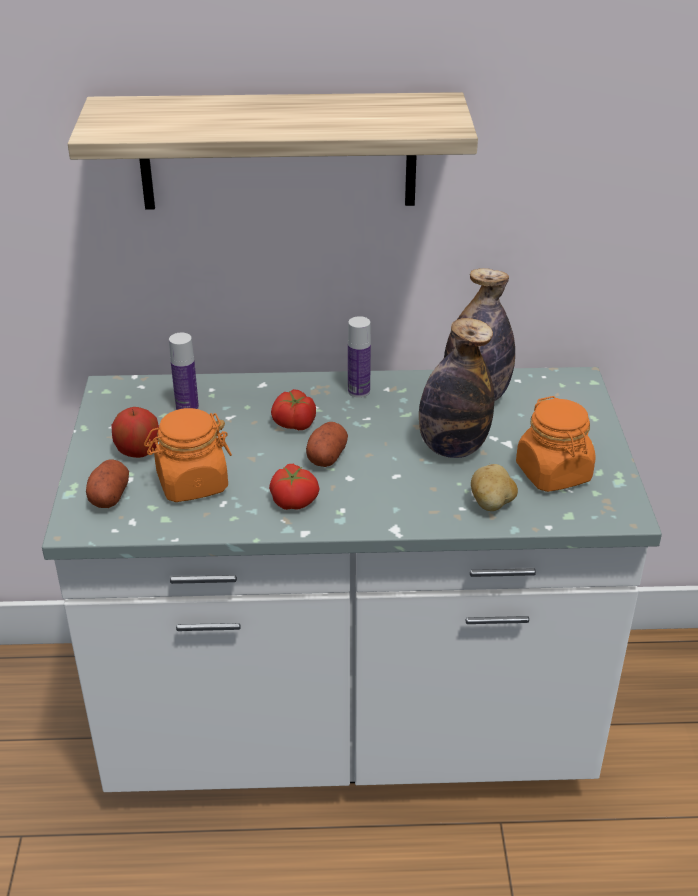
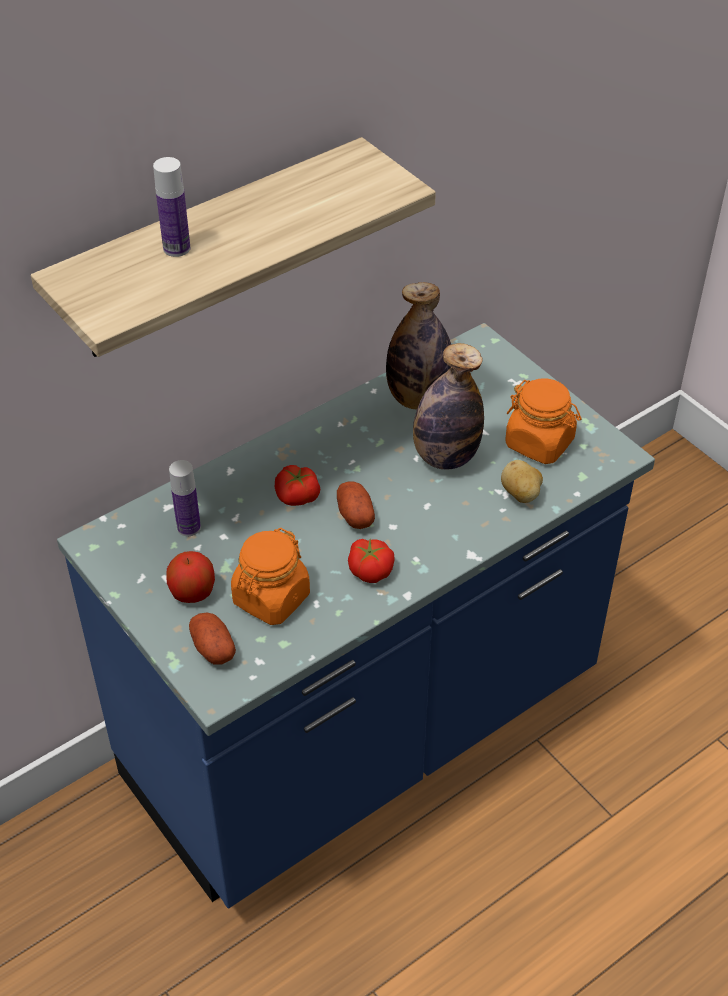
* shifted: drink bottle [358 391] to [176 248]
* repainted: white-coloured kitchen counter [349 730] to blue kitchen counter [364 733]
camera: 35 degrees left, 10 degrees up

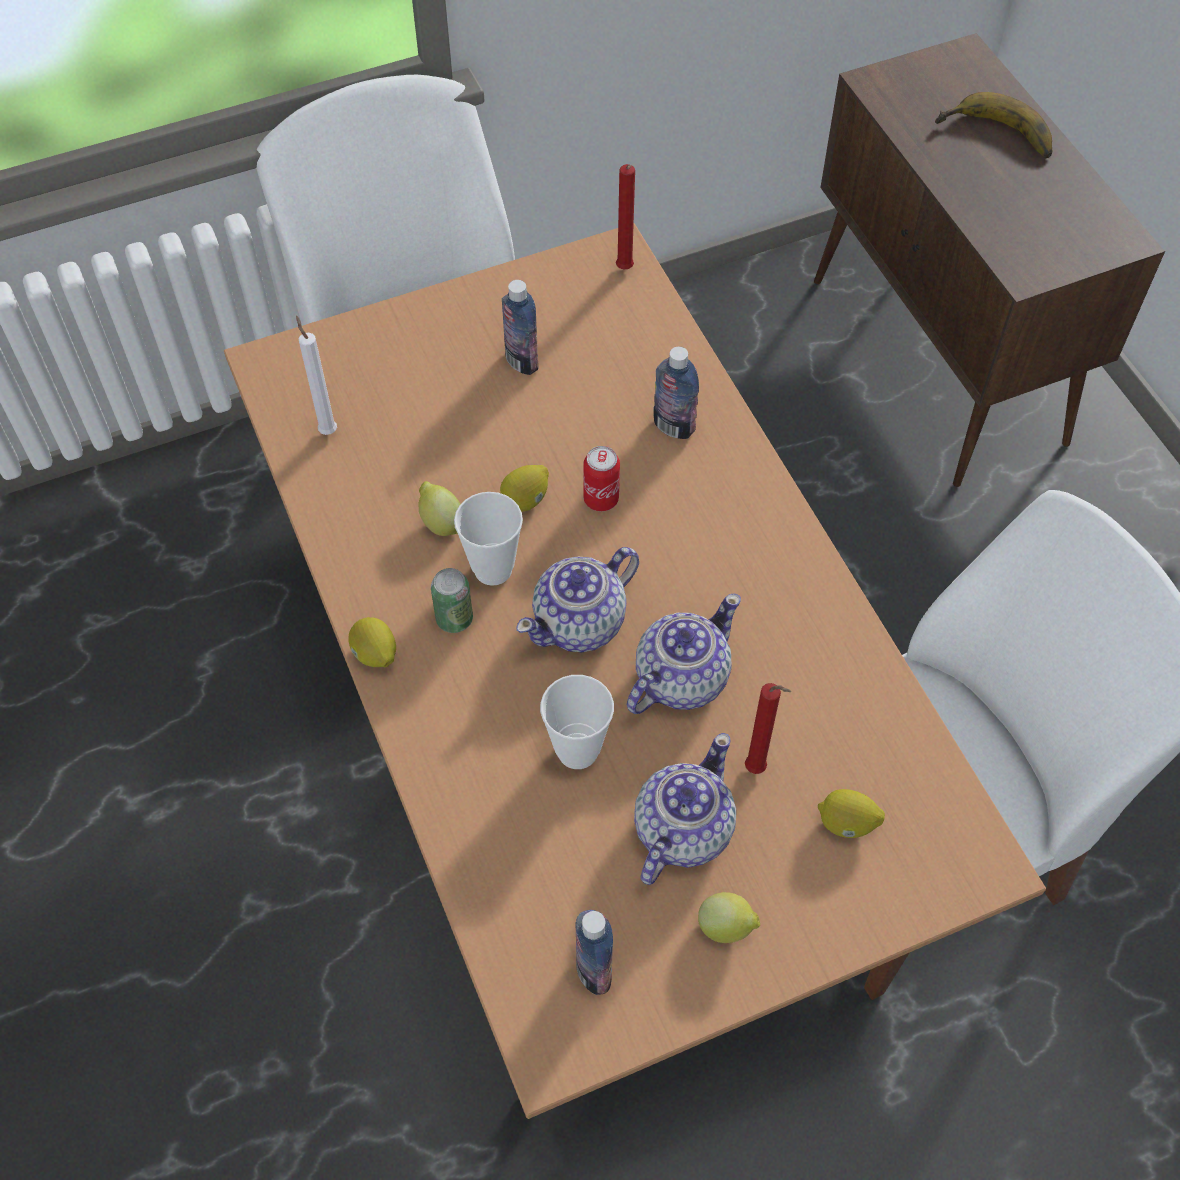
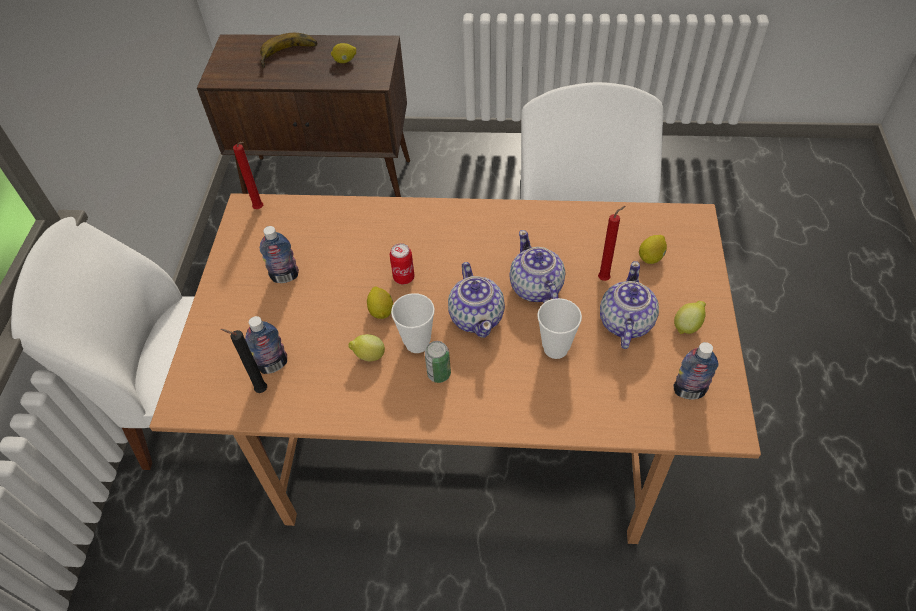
* shifted: citrus fruit [375 654] to [345 61]
* shifted: drink bottle [673 426] to [273 365]
* repainted: white-coloured candle [327 430] to blackish candle [259 390]
* rotated: teapot [681 831] = [625 323] 45 degrees clockwise
camera: 60 degrees left, 5 degrees down

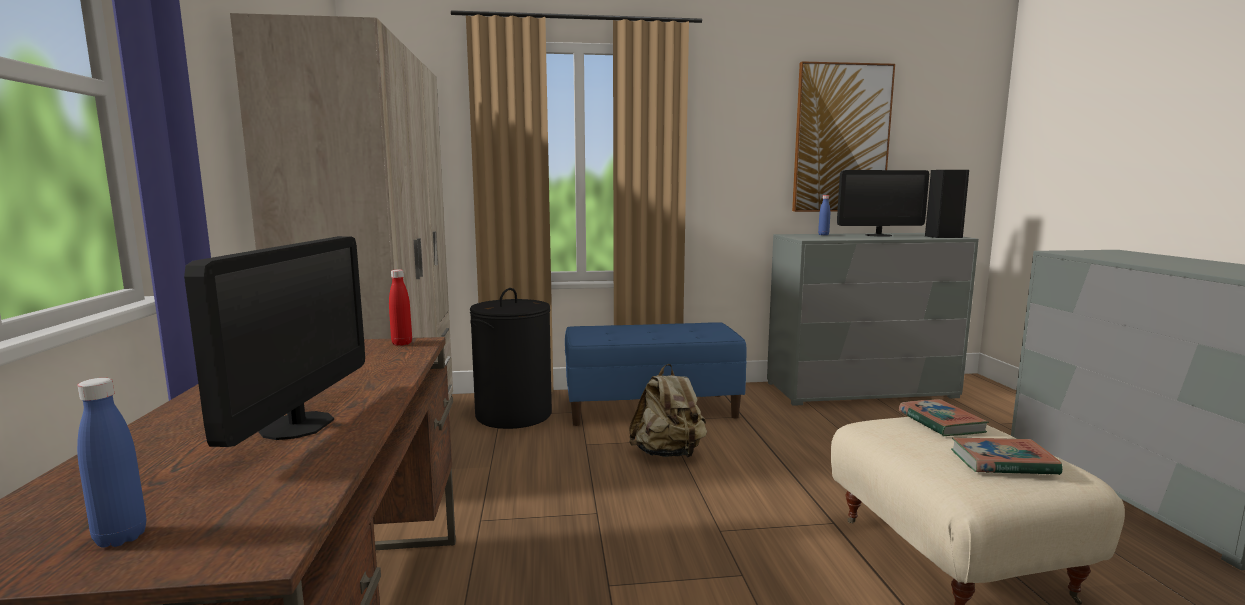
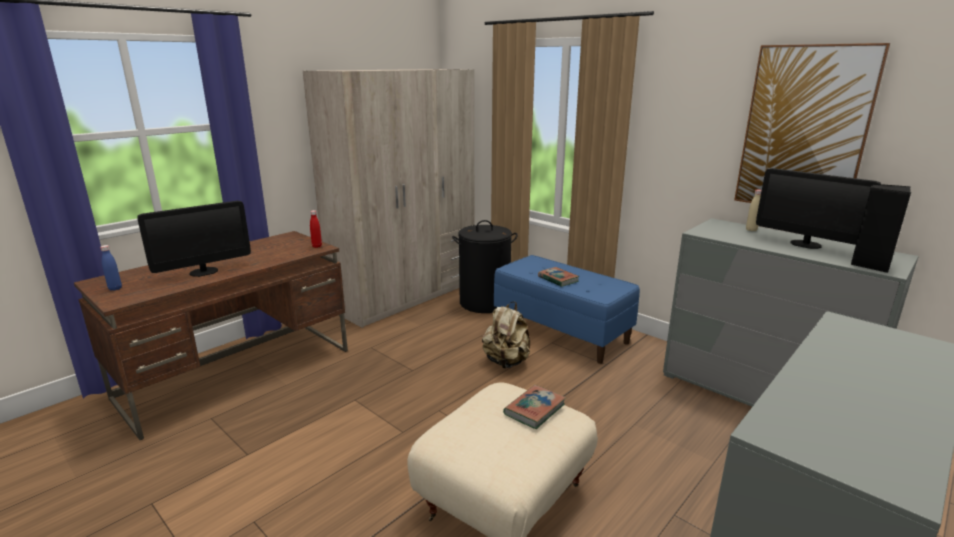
* shifted: volume [1003 462] to [558 279]
* repainted: blue drink bottle [823 234] to beige drink bottle [751 230]
camera: 50 degrees right, 10 degrees up

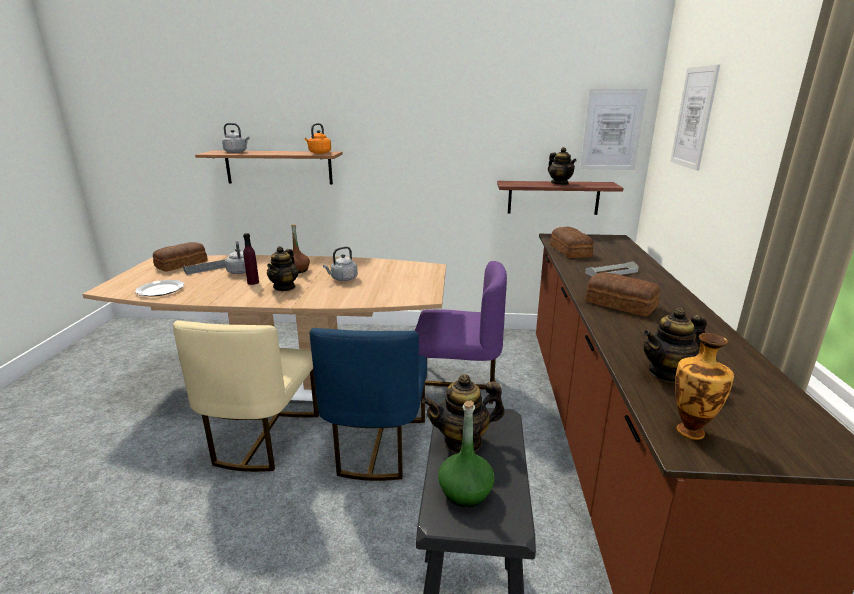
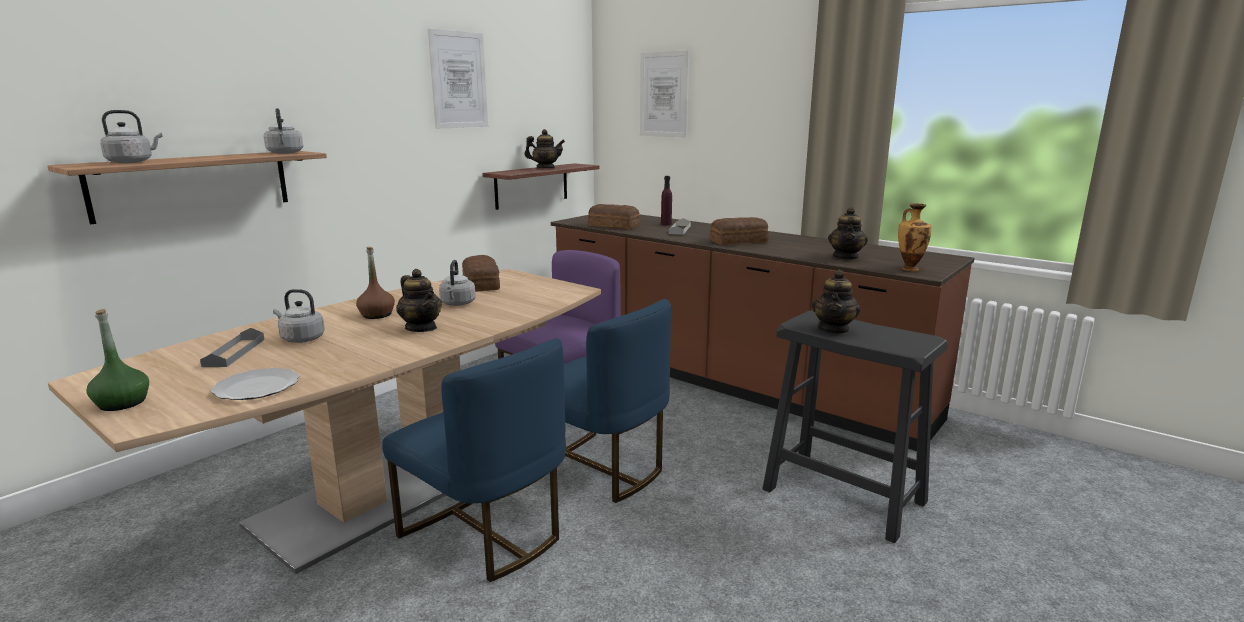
* shifted: baked bread [182 264] to [482 283]
* shifted: purplish drink bottle [253 282] to [666 224]
* shifted: greenish drink bottle [465 492] to [122 403]
* shifted: wall picture [612 130] to [458 80]
* repainted: beige plain chair [261 438] to blue plain chair [485 534]
* repainted: orange water kettle [319 153] to greyish water kettle [285 153]
camera: 55 degrees left, 5 degrees down

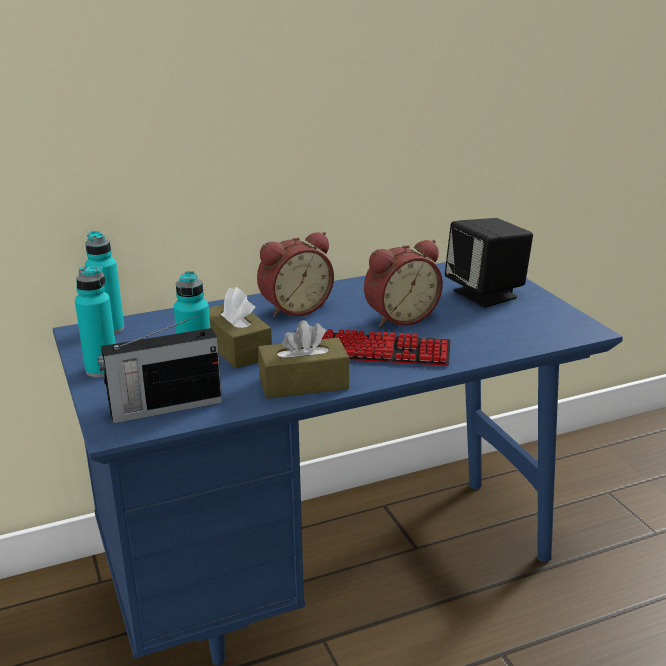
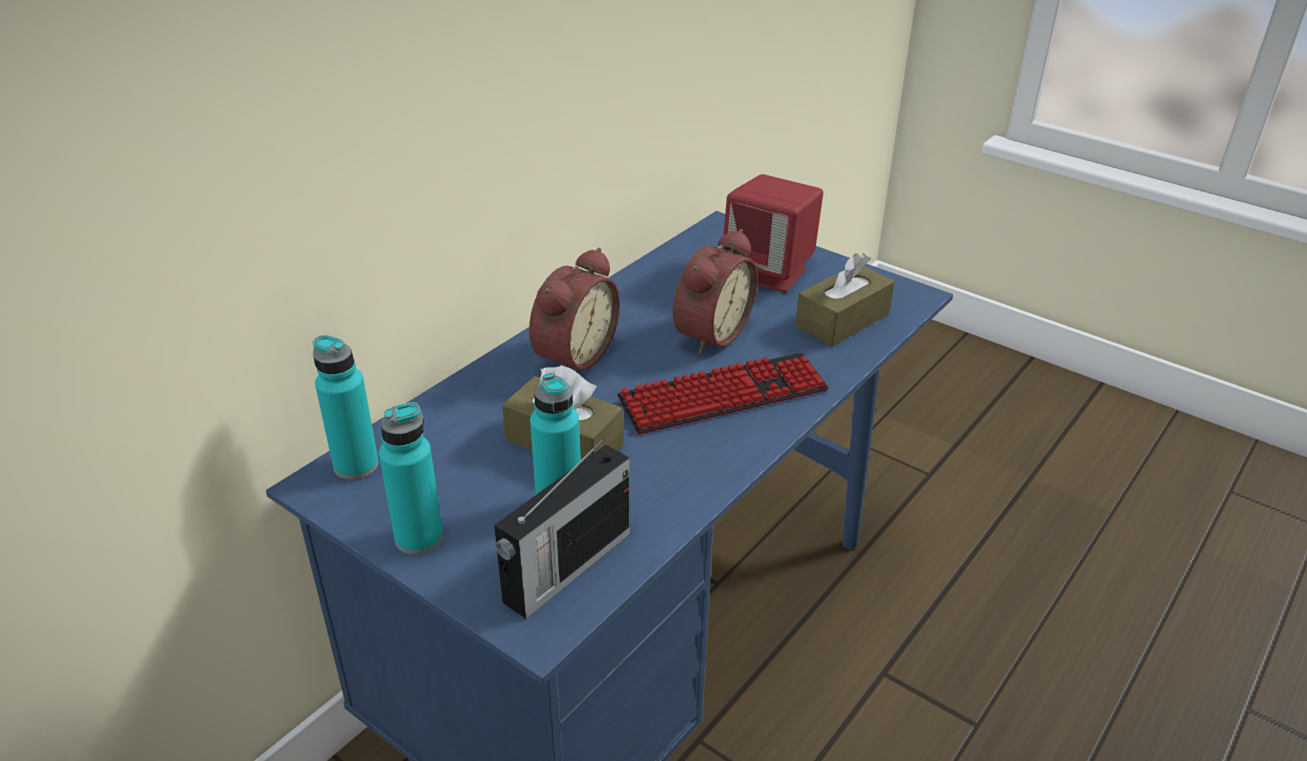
* shifted: brownish box of tissues [303 383] to [842 320]
* repainted: blackish audio speaker [486 294] to red-coloured audio speaker [769 272]
camera: 30 degrees left, 10 degrees up

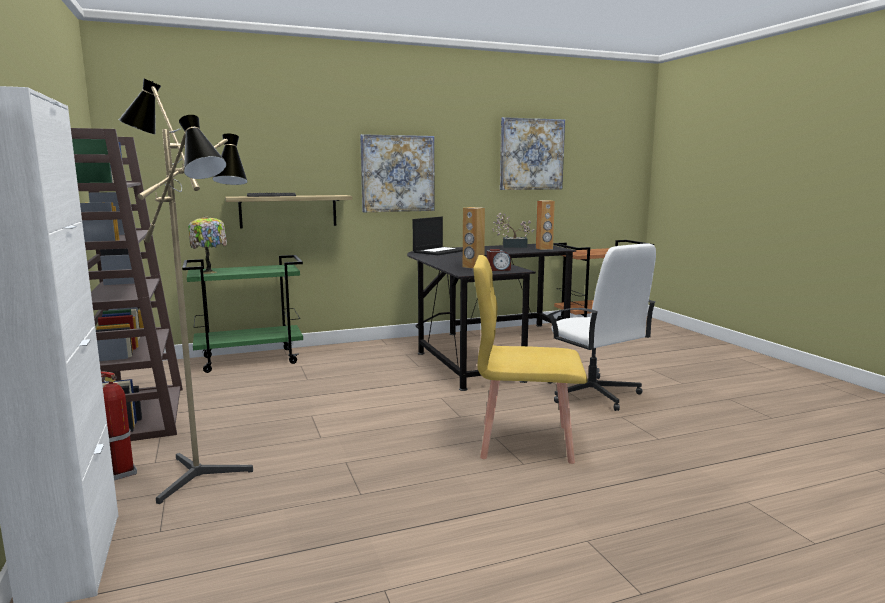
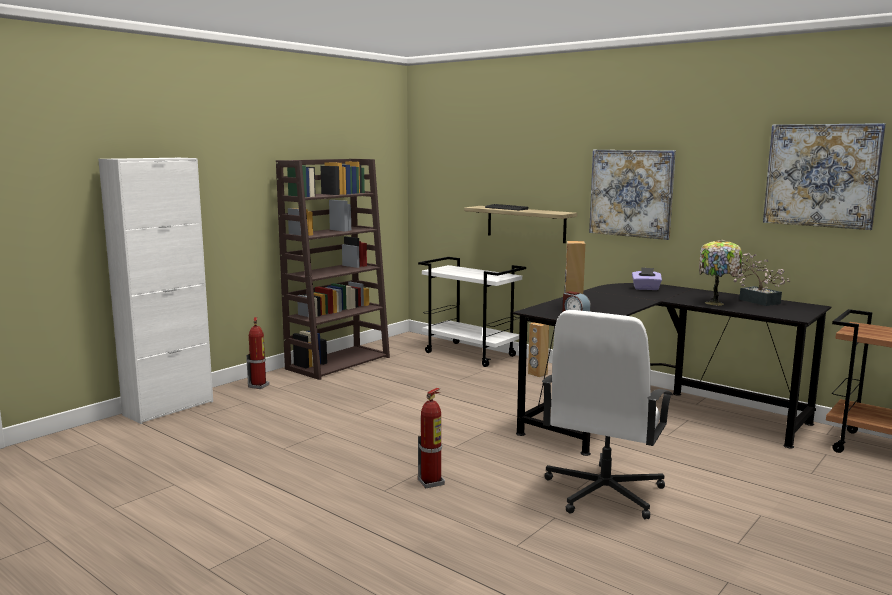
* gone: standing lamp [208 472]
* shifted: lamp for a table [210 272] to [716 303]
* shifted: brownish audio speaker [544 248] to [537 374]
* swapped: laptop [439 251] to purplish box of tissues [646 288]
* swapped: yellow-coloured plain chair [524 441] to fire extinguisher [431 482]
* repainted: greenish wheeled cart [250 360] to white-coloured wheeled cart [471 354]
camera: 60 degrees right, 0 degrees up

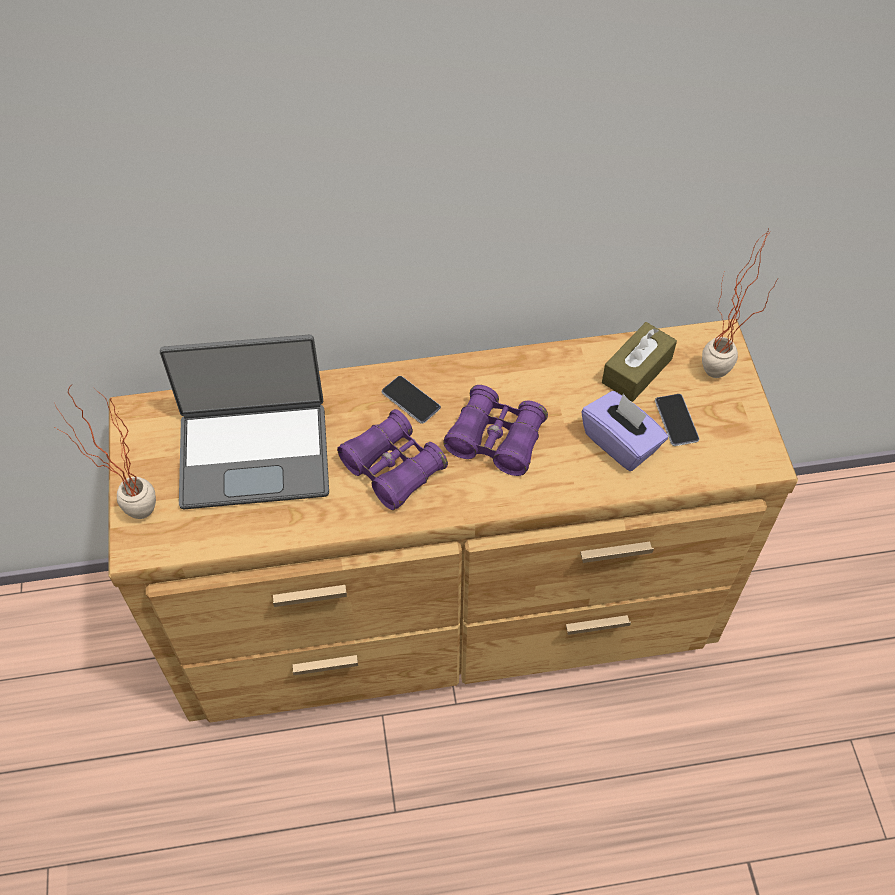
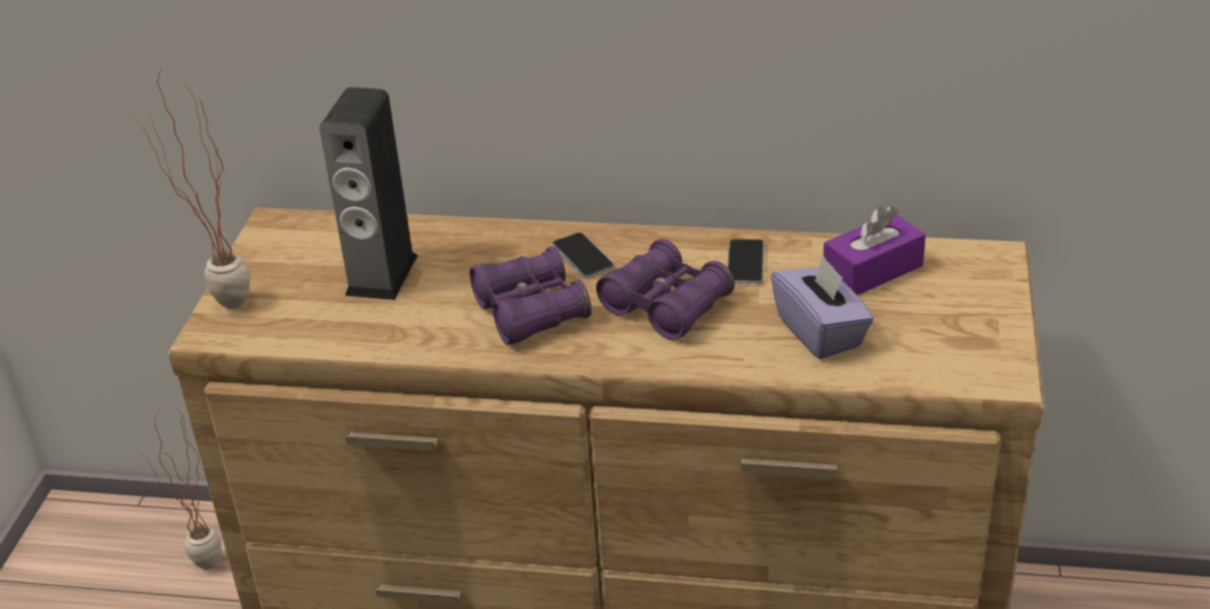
* shifted: handset [676 420] to [745 263]
* shifted: potted plant [715 381] to [202 572]
* swapped: laptop [254 453] to audio speaker [381 275]
* repainted: brownish box of tissues [637 371] to purplish box of tissues [872 270]
camera: 20 degrees right, 20 degrees down

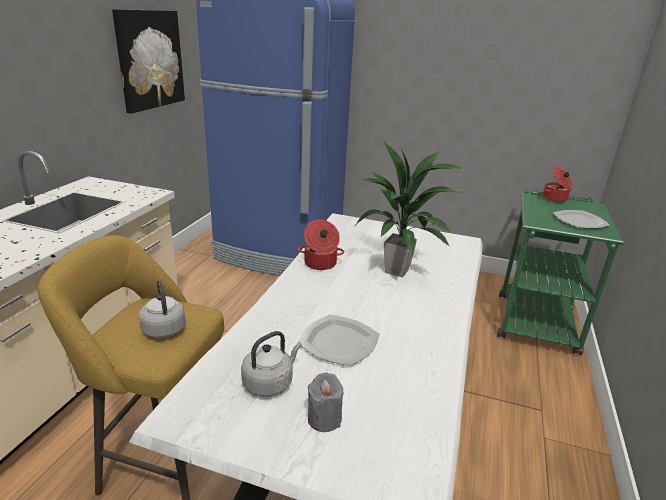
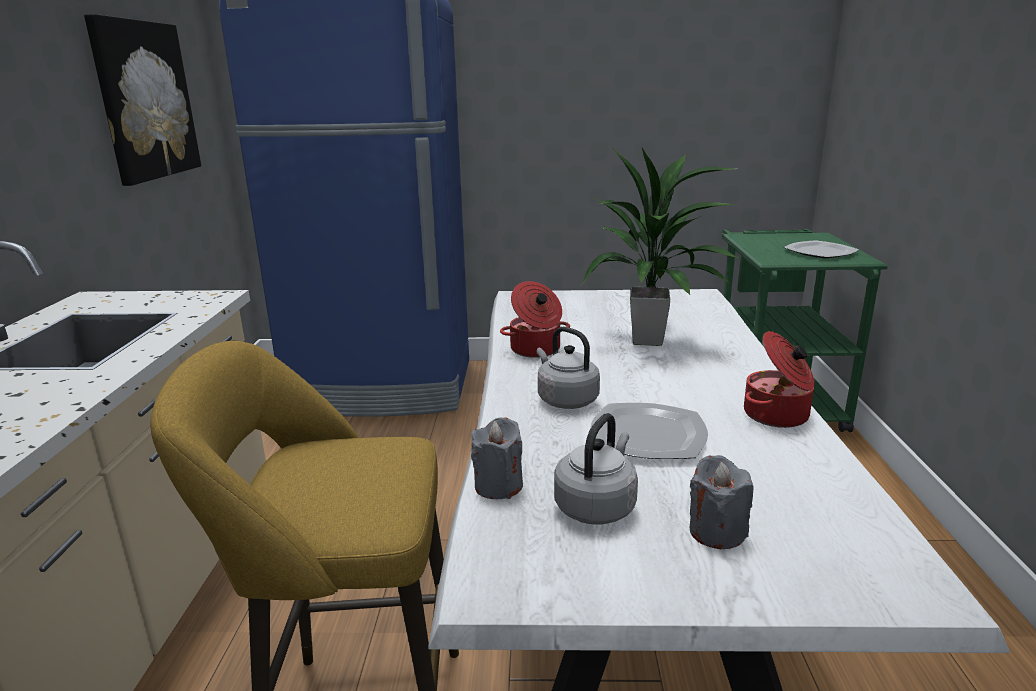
* new: greyish candle [498 486]
* shifted: greyish water kettle [163 328] to [565 399]
* shifted: saucepot [555 199] to [777 415]
camera: 15 degrees left, 5 degrees down

